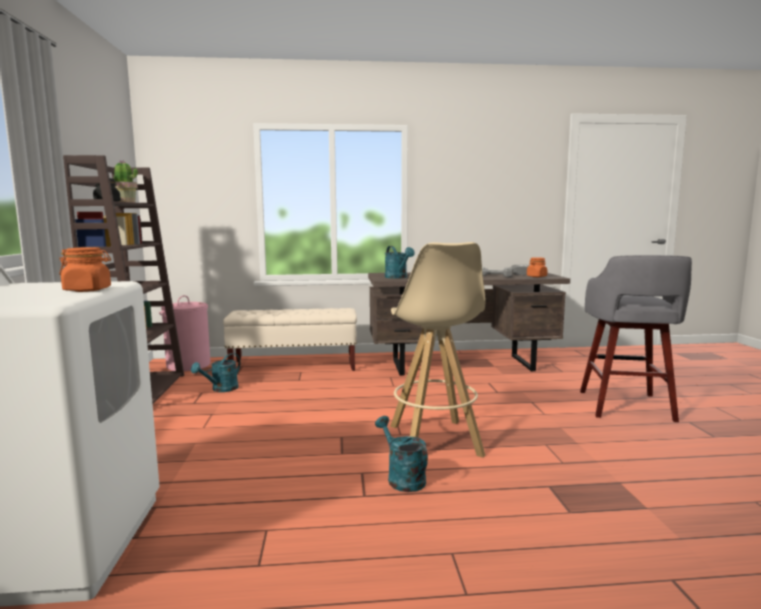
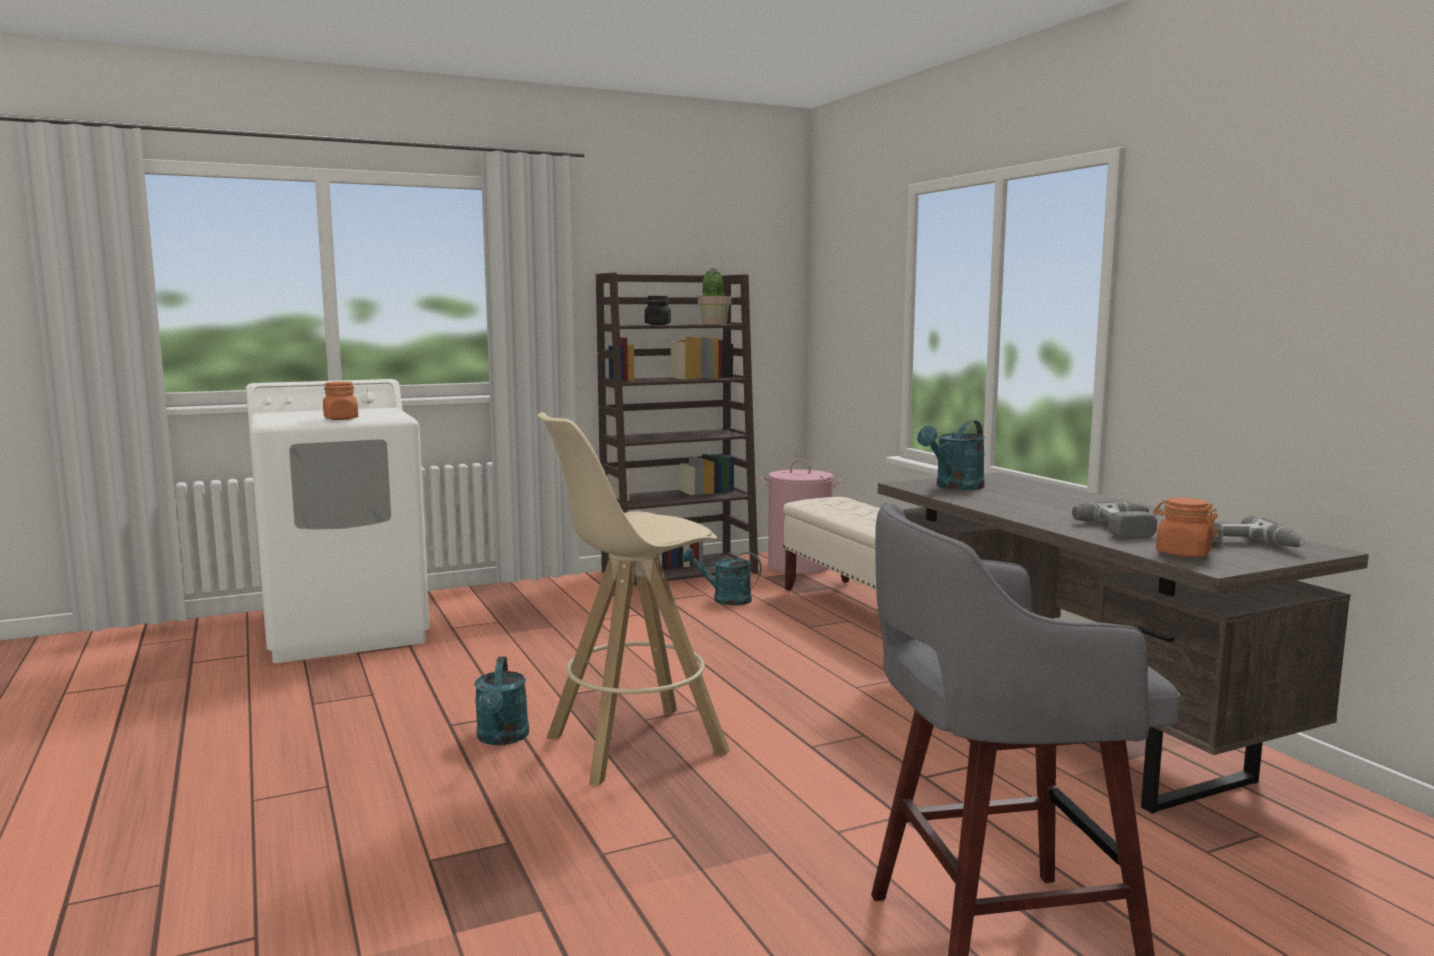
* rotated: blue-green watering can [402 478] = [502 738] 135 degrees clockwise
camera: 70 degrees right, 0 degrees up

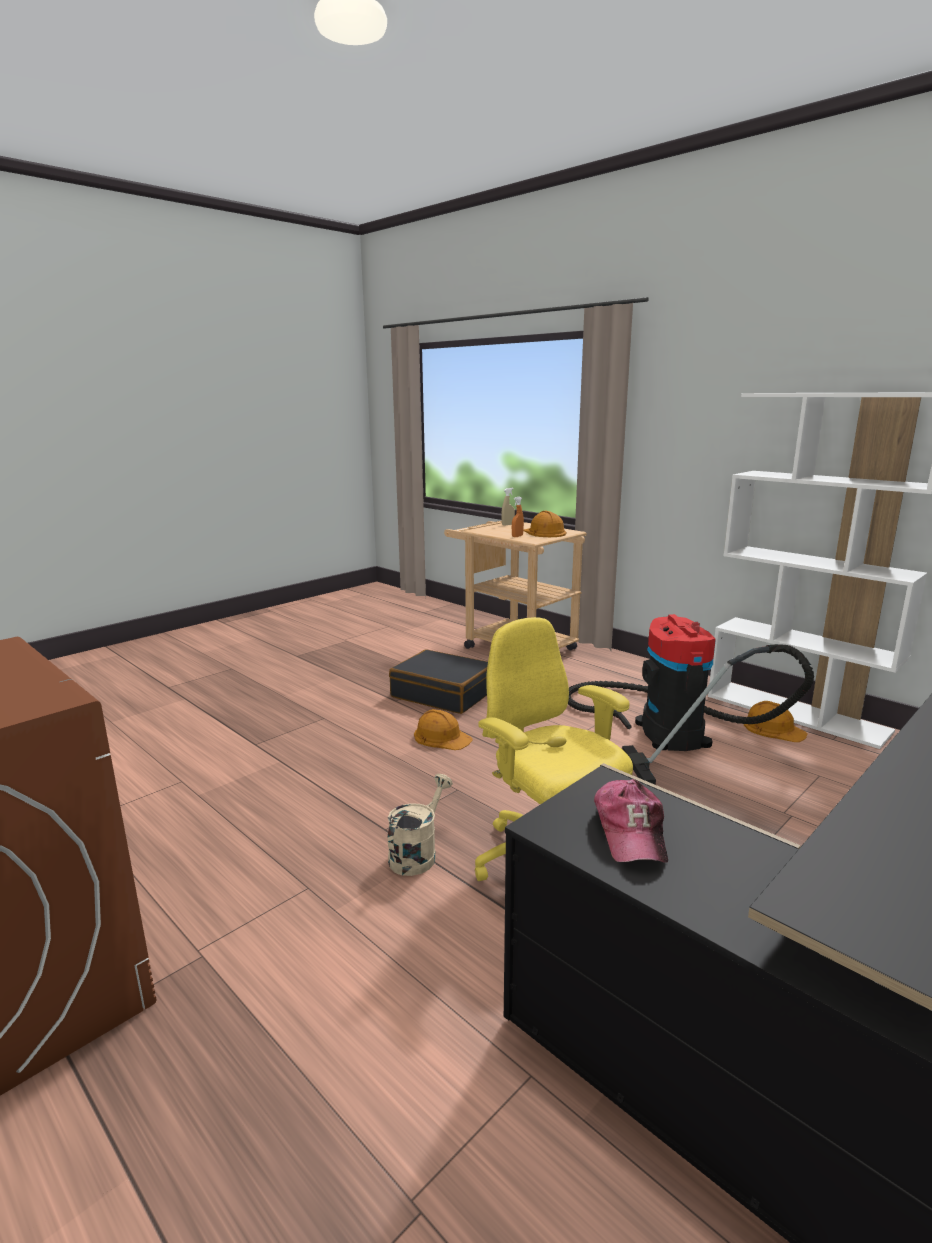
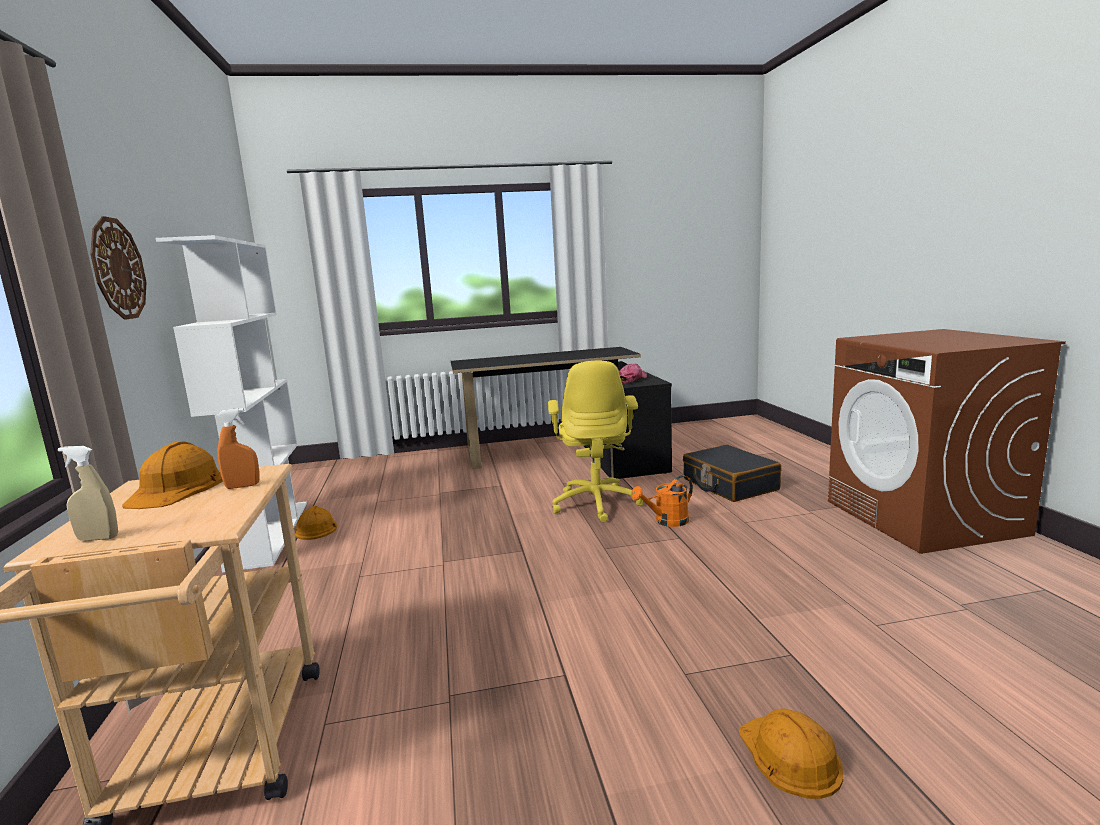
* gone: hoover [666 730]
* new: hanging clock [118 269]
* shifted: blackish suitcase [443 694] to [729 485]
* shifted: orange safety helmet [442 737] to [789 756]
* repainted: beige watering can [417 853] to orange watering can [667 522]
camera: 145 degrees left, 5 degrees down

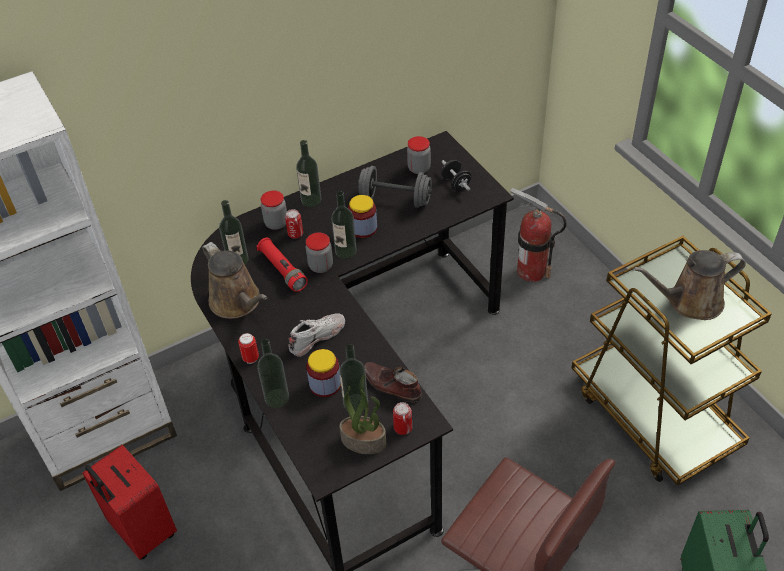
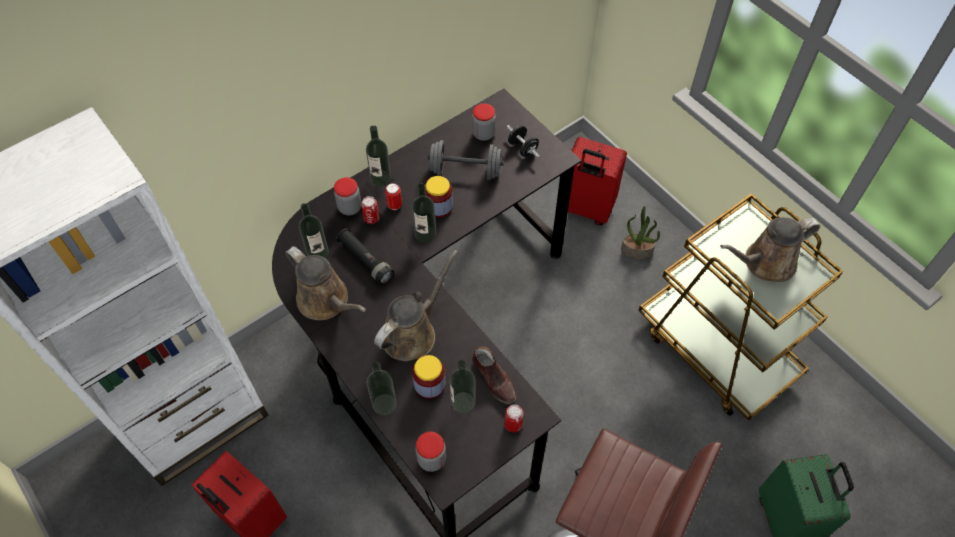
* shifted: metal can [250 358] to [394 205]
* shifted: jar [321 266] to [431 459]
* shifted: potted plant [364 440] to [637 250]
* swapped: white-coloured shoe [317 337] to brownish watering can [412 332]
* swapped: fire extinguisher [531 271] to red-coloured suitcase [585 209]
* repainted: red-coloured hand torch [282 270] to blackish hand torch [365 261]
* rotated: brownish shoe [391 385] = [494 379] 150 degrees counterclockwise
camera: 10 degrees left, 10 degrees up

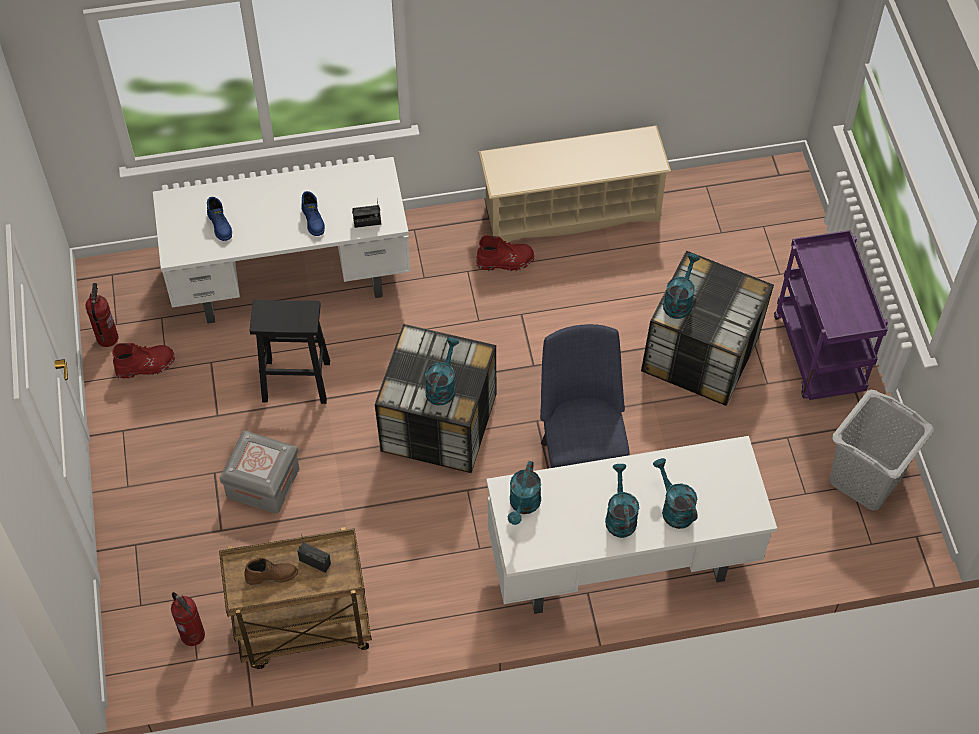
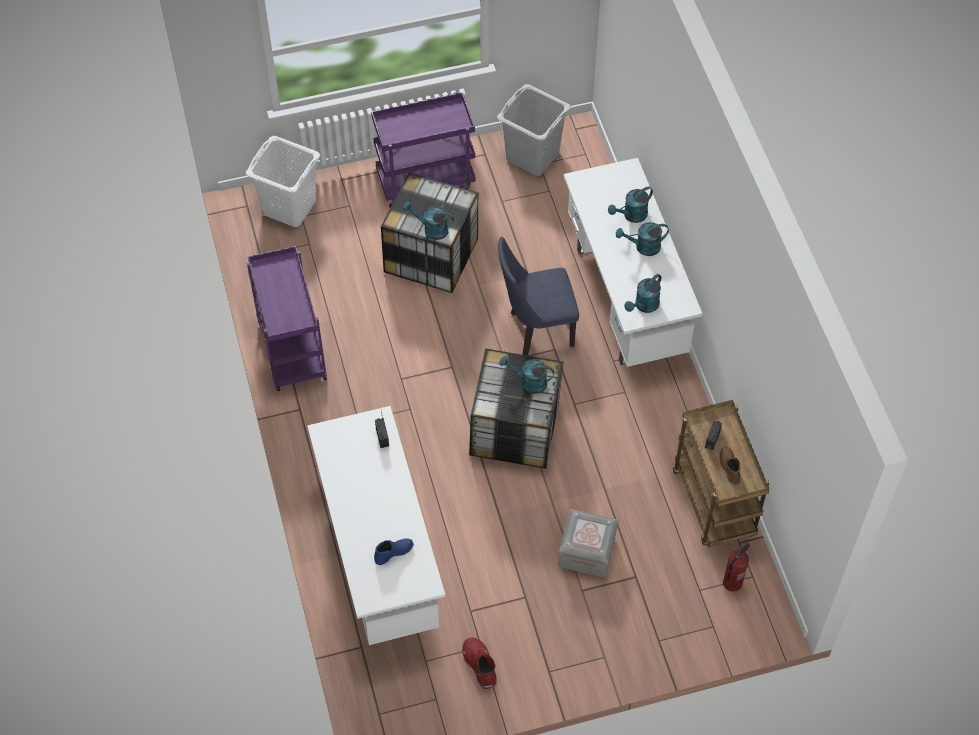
* gone: fire extinguisher [107 338]
* gone: blackish stool seat [295 381]
* gone: blue tall boot [313 220]
* gone: red-coloured tall boot [505 262]
* new: white-coloured laundry basket [289 206]
* swapped: beige shoe stand [571 212] to purplish wheeled cart [291 349]
* rotated: blue-green watering can [523 505] = [644 306] 120 degrees clockwise
camera: 95 degrees left, 0 degrees up

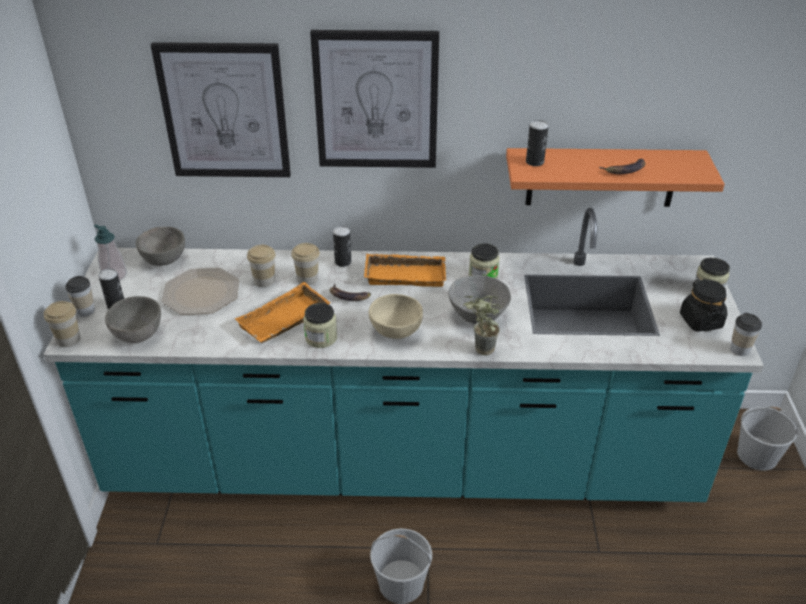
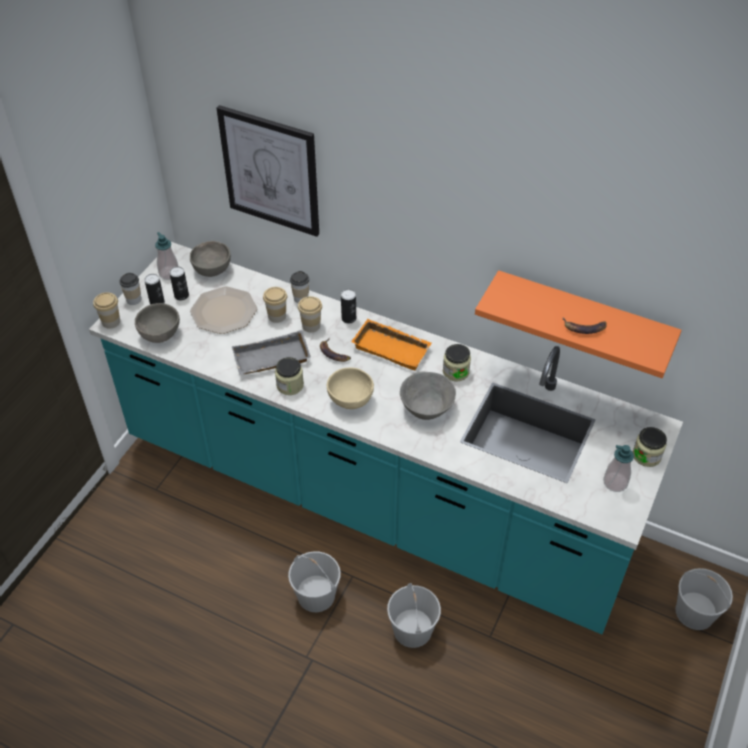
* gone: wall picture [376 100]
* gone: potted plant [478 350]
* new: white-coloured pail [413 630]
* shifted: metal can [534 162] to [181 295]
* shifted: small cup [739 349] to [301 298]
* swapped: blackish jar [700 321] to soap bottle [615 482]
* repainted: orange carrying tray [284 321] to greyish carrying tray [271 360]
camera: 25 degrees right, 10 degrees up

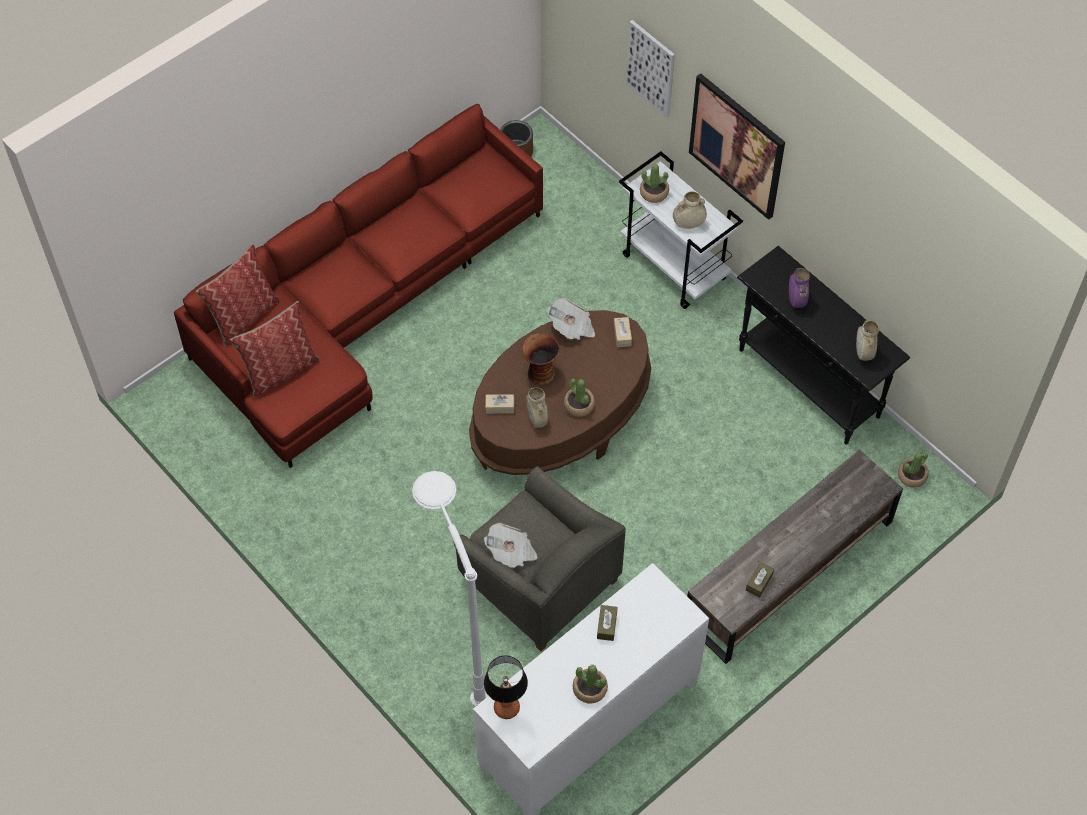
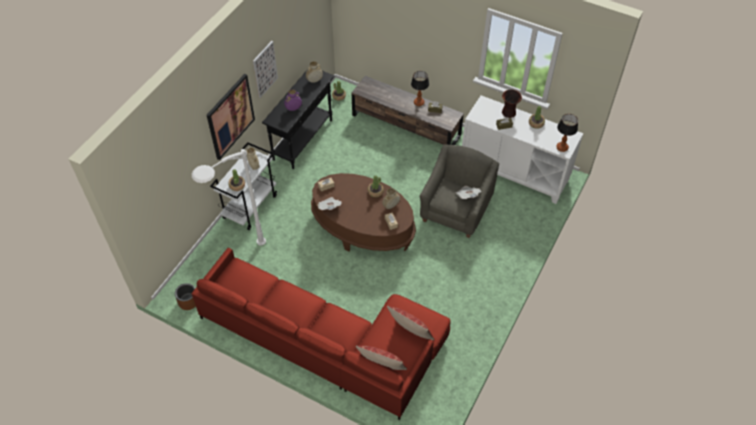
* new: lamp for a table [418 103]
* shifted: white-coloured standing lamp [457 647] to [237 258]
* shifted: vase [540 373] to [509 113]
* shifted: wall picture [651 68] to [265 69]
camera: 110 degrees left, 5 degrees down

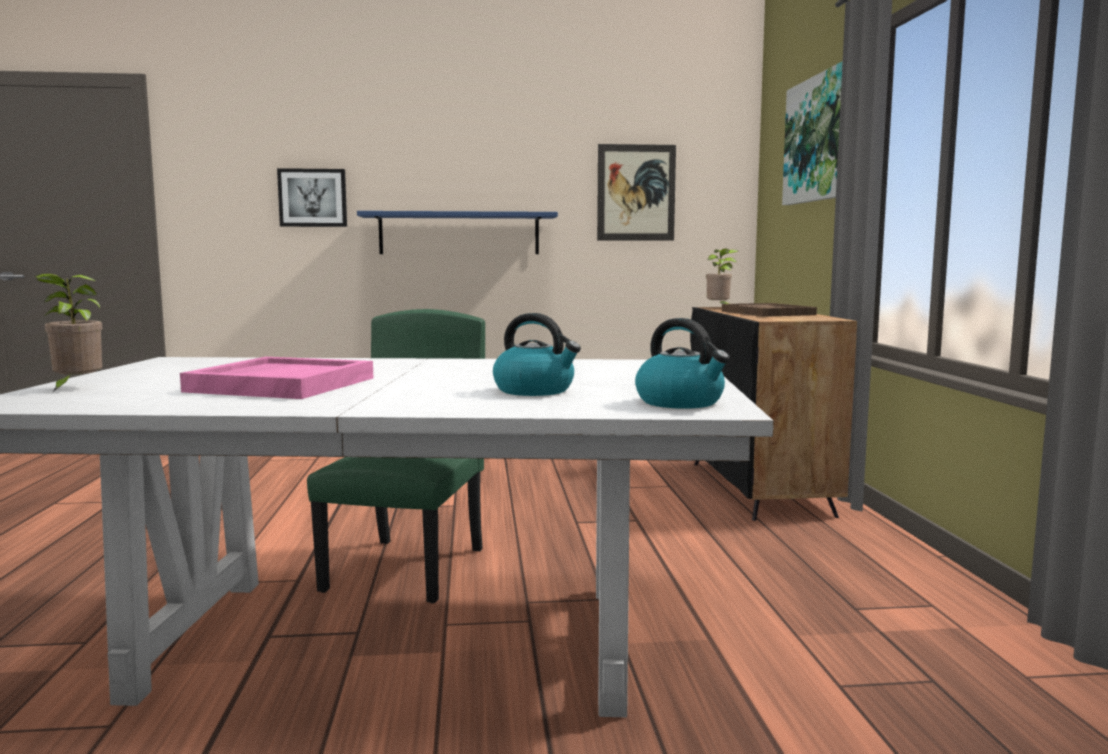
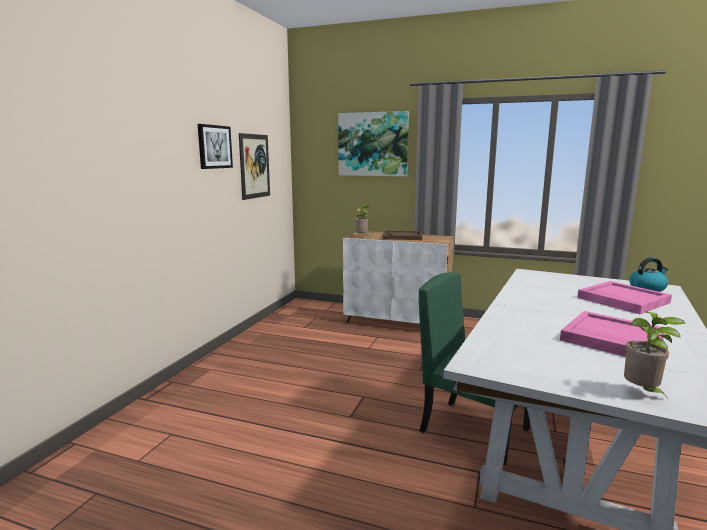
* gone: blue wall shelf [459 233]
* shifted: wall picture [313 198] to [214 147]
* swapped: water kettle [535 390] to pink carrying tray [622 300]
* repainted: blackish cupboard [759 488] to white-coloured cupboard [398 322]
camera: 65 degrees left, 5 degrees up

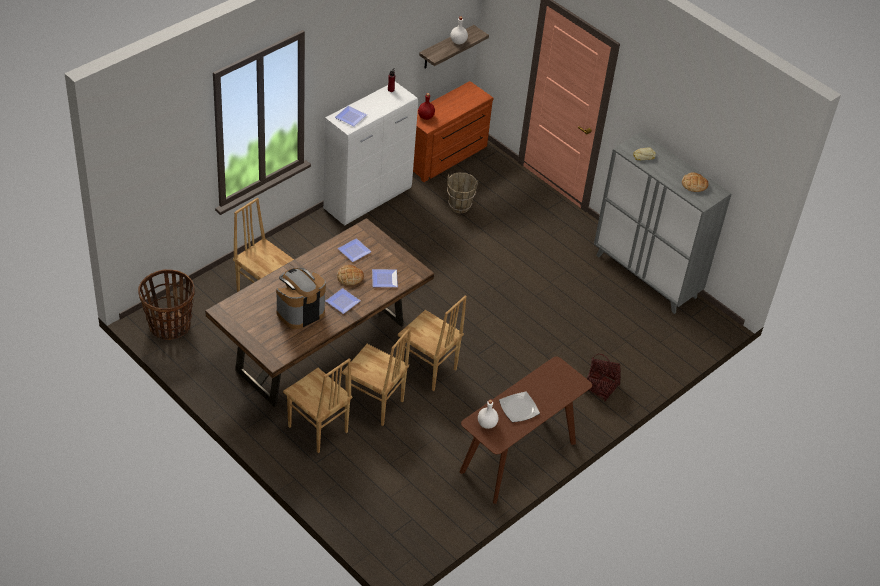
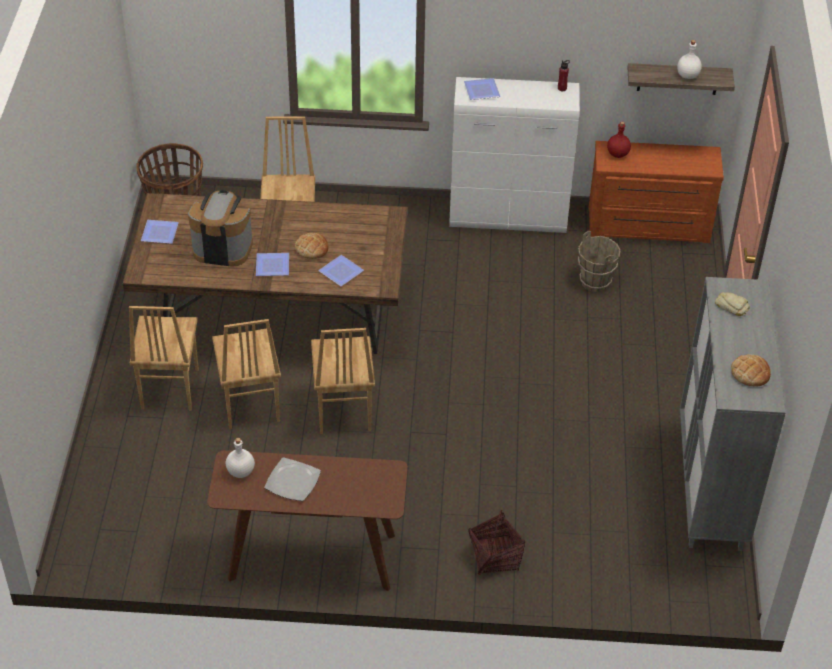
* shifted: flat dish [355 251] to [160 234]
camera: 50 degrees right, 0 degrees up

